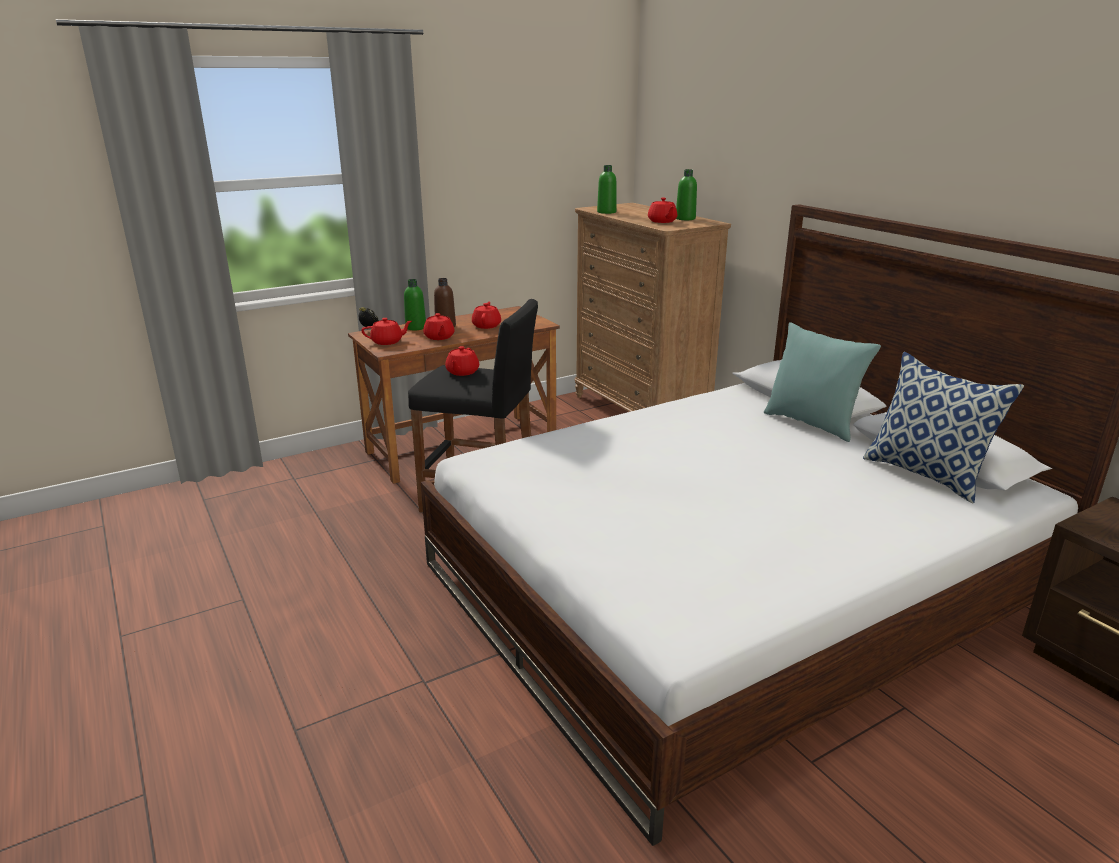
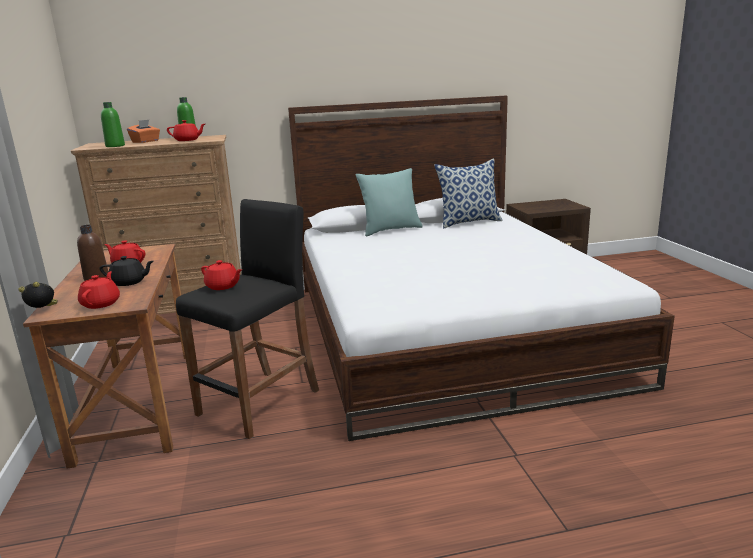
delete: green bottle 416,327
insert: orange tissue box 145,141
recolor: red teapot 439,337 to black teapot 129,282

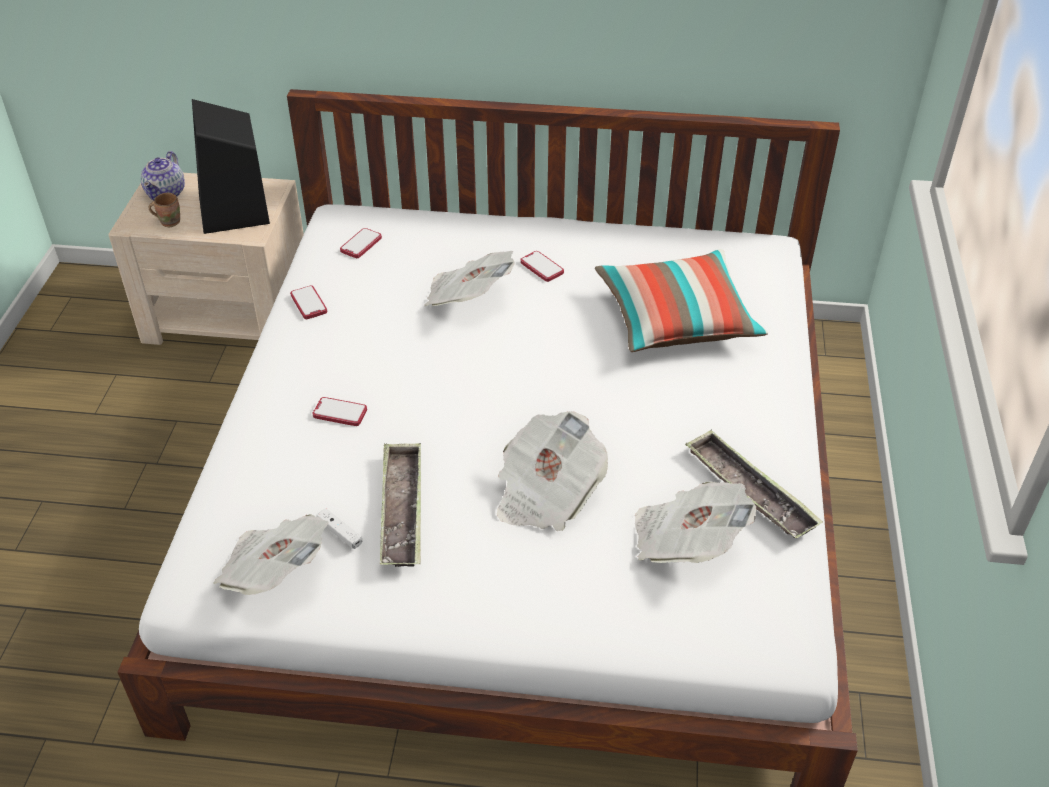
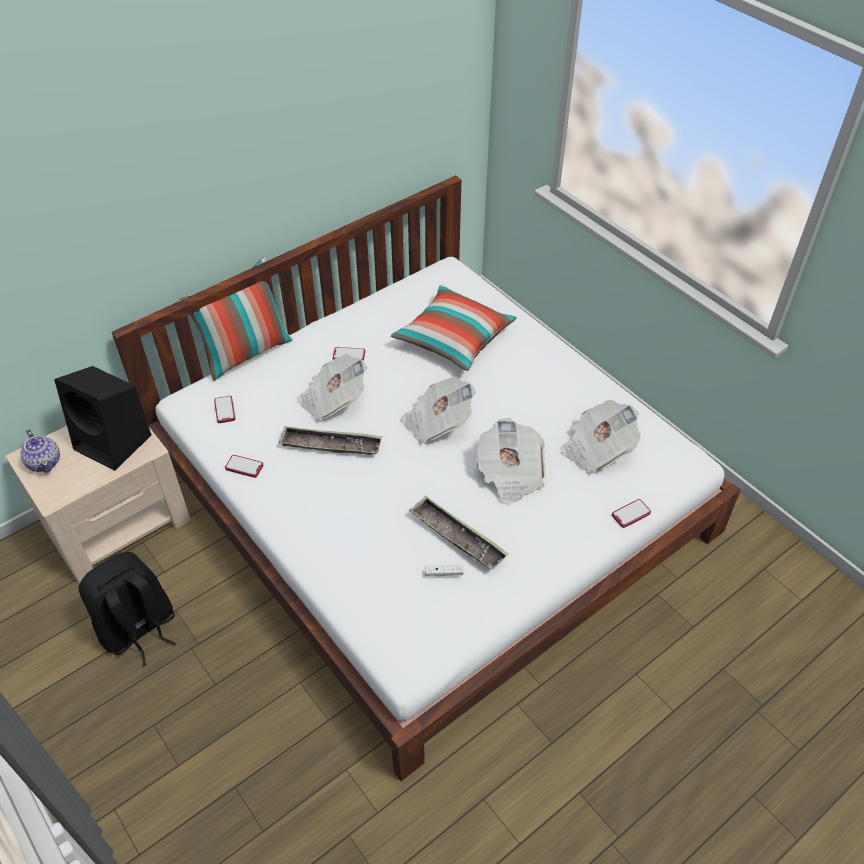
delete: brown mug 169,221
insert: black backpack 138,629; pillow 246,352
move: newspaper 275,572 to 437,422; phone 340,413 to 631,514; tray 749,490 to 331,445

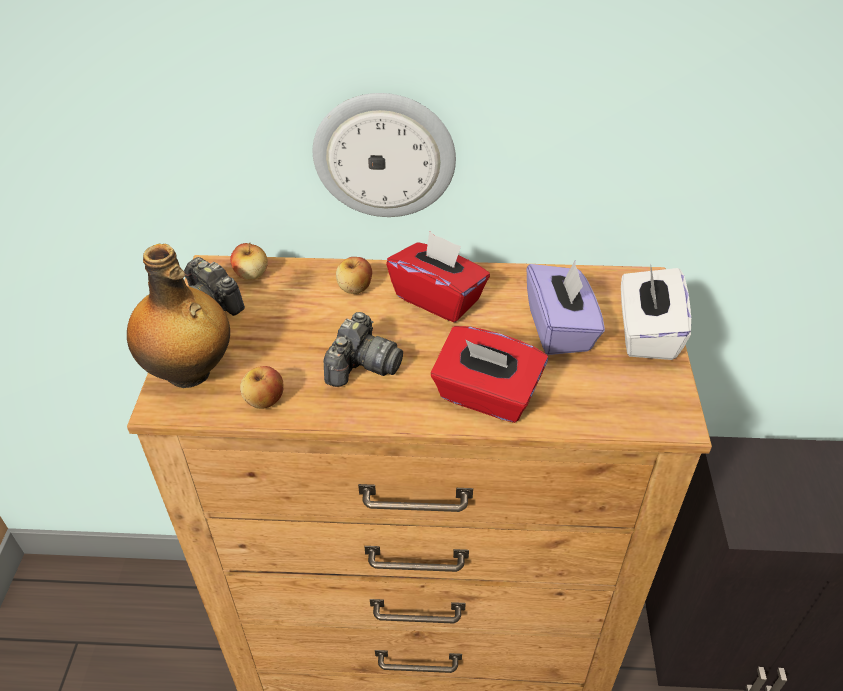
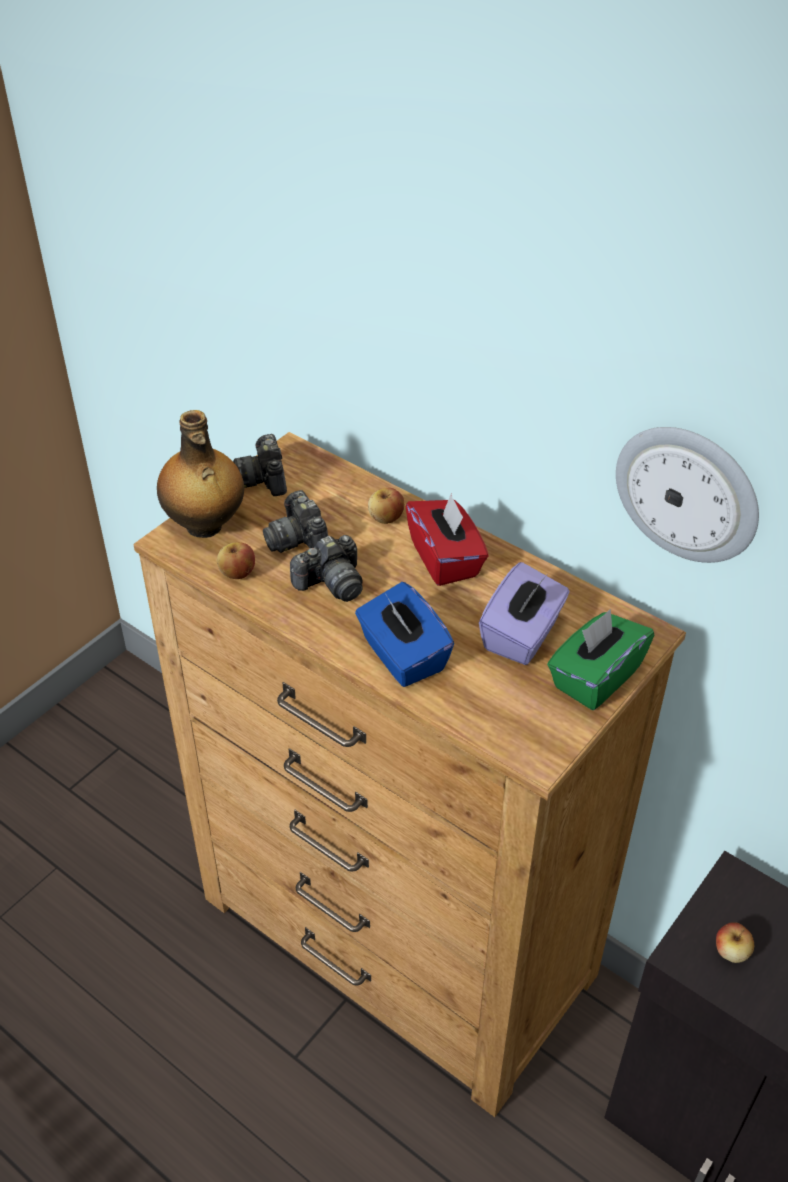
insert: photo camera 298,539
move: apple 251,274 to 731,952; wall clock 384,155 to 688,493
recolor: red tissue box 486,396 to blue tissue box 402,656; white tissue box 646,333 to green tissue box 595,678

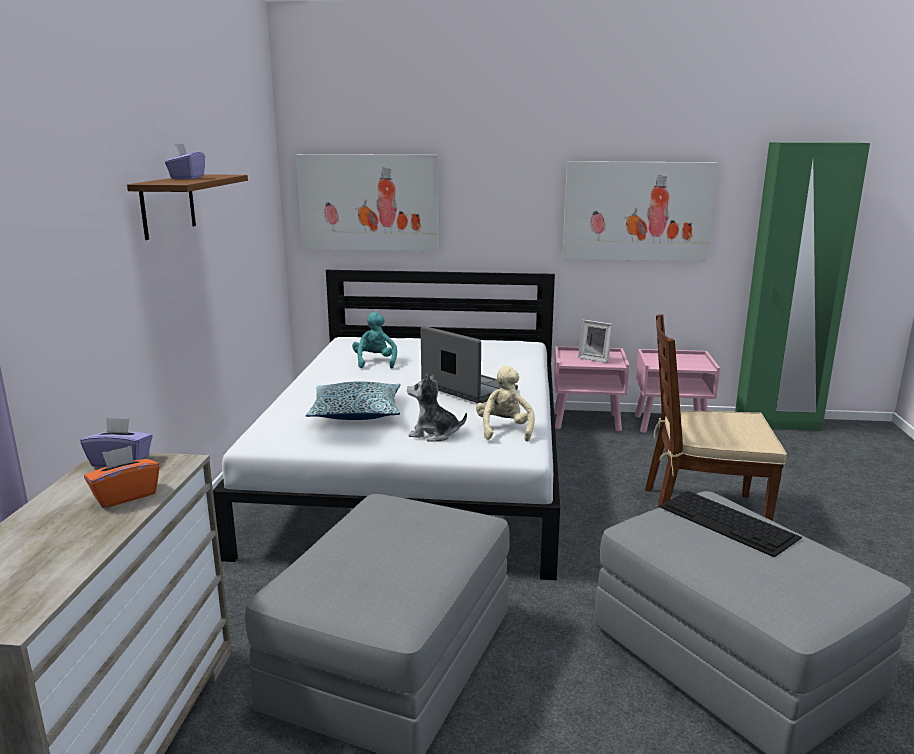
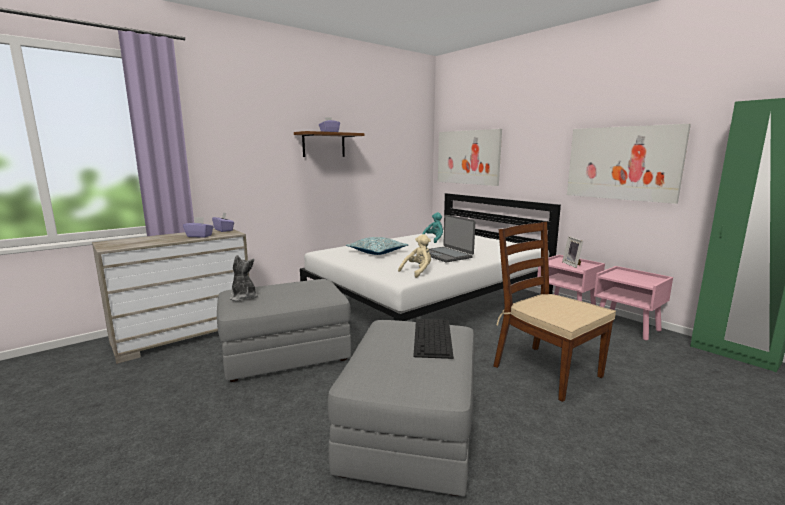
move: plush toy 434,434 to 243,297
recolor: orange tissue box 125,496 to purple tissue box 199,236
rotate: laptop 468,388 = 445,255 150 degrees clockwise

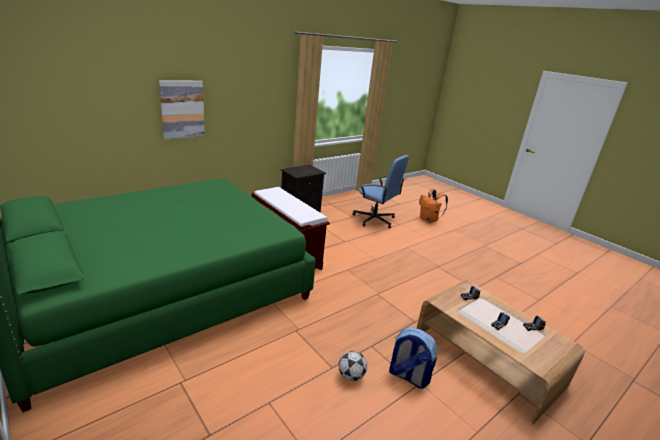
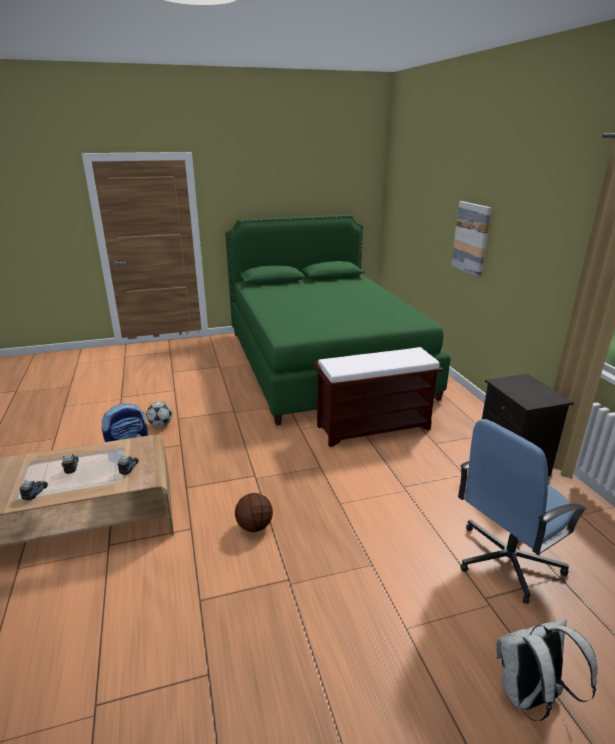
insert: basketball 254,526
recolor: orange backpack 429,220 to white backpack 529,697

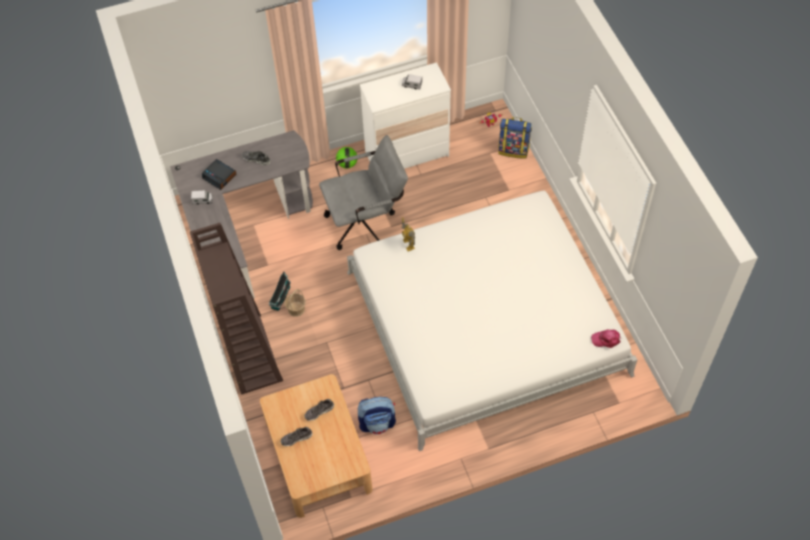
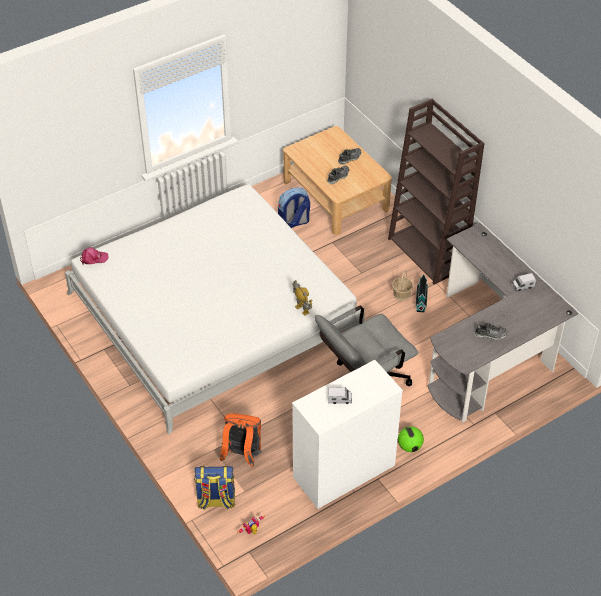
delete: alarm clock 220,176
insert: orange backpack 242,455

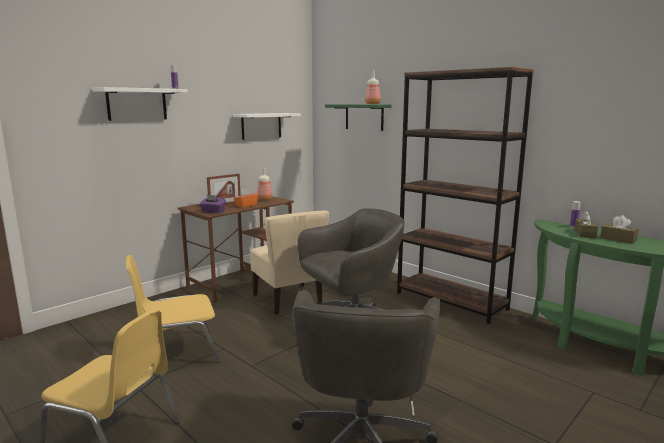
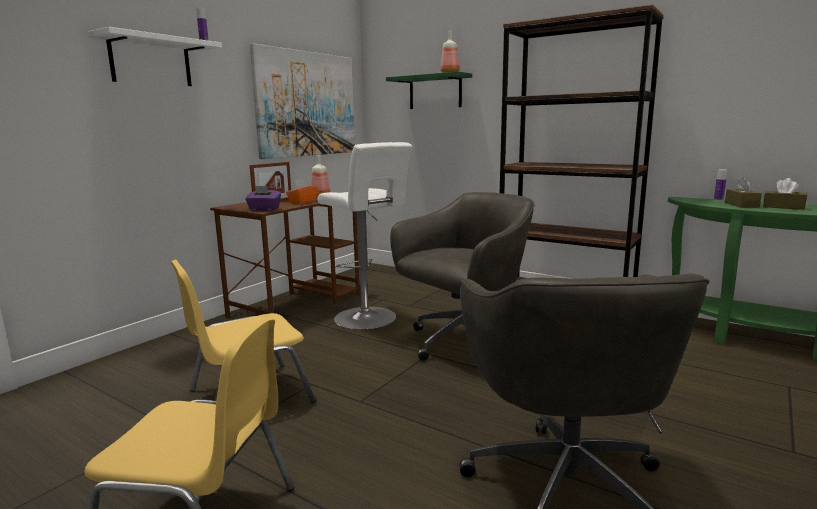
replace: white shelf 261,126 to picture 307,104; beige chair 288,299 to white stool 368,319

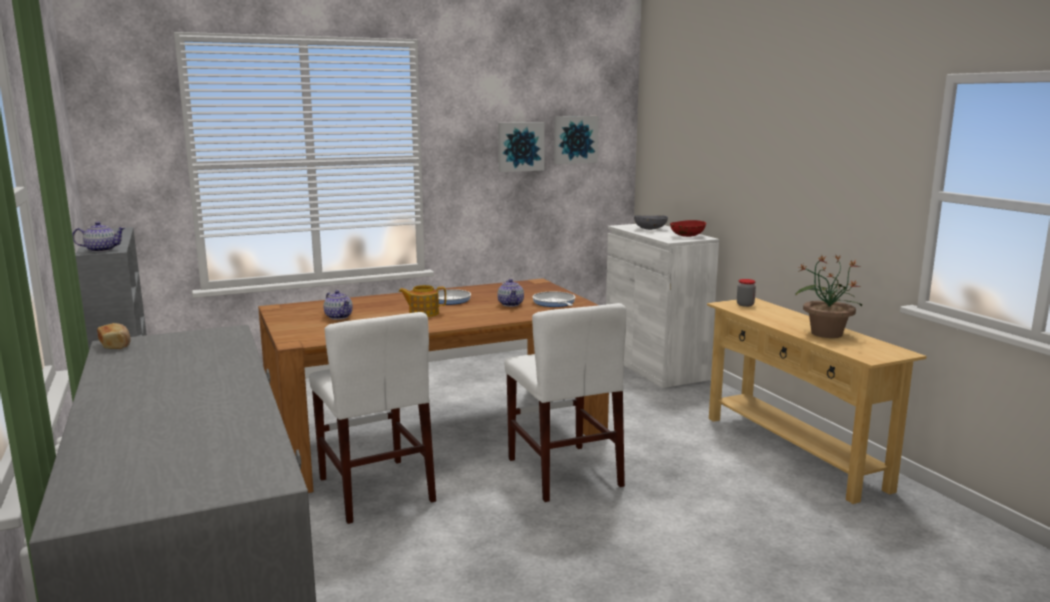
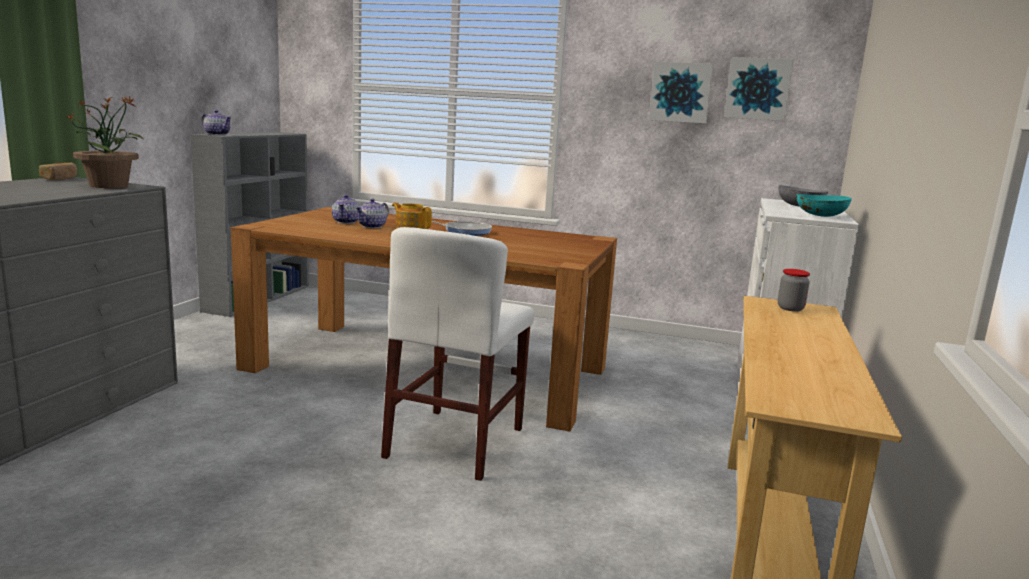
delete: white chair 375,489; frying pan 554,303
move: teapot 511,304 to 372,226; potted plant 825,333 to 110,186
recolor: red bowl 687,236 to turquoise bowl 820,216

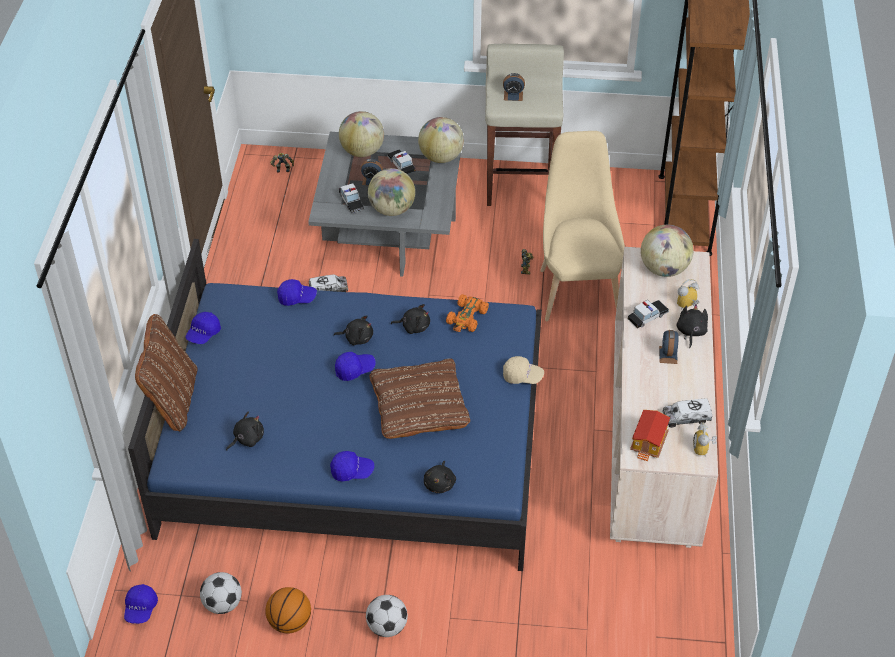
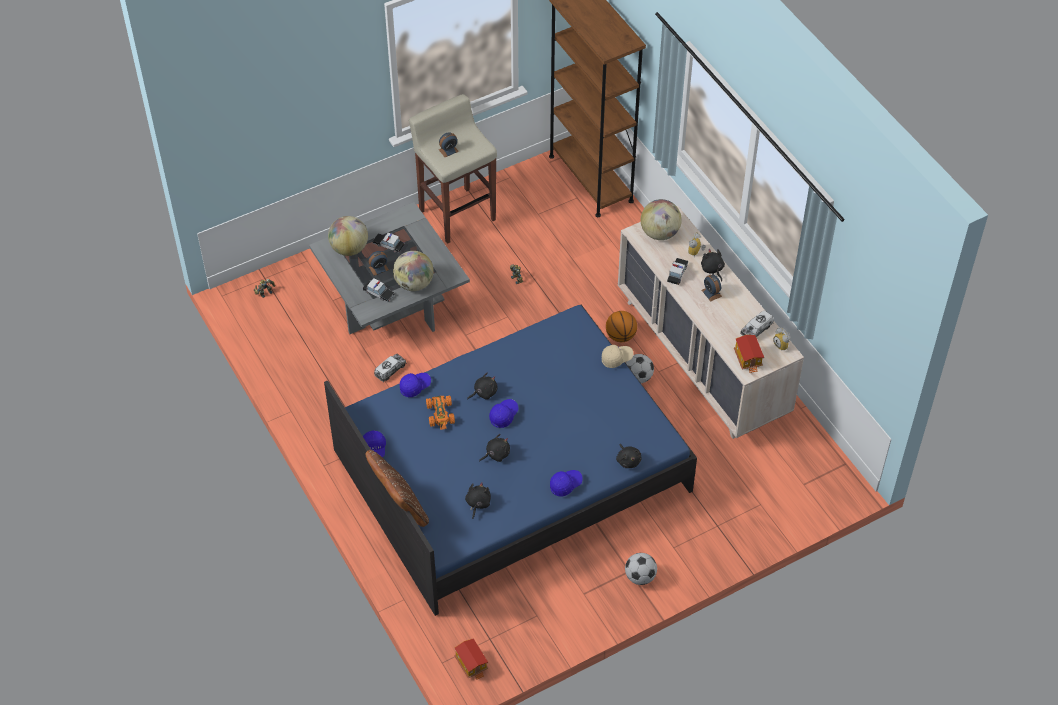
delete: brown pillow 419,404; globe 441,157; beige chair 577,288
move: football 223,604 to 638,377; basketball 289,622 to 620,336; black plush toy 414,326 to 496,454; orange toy car 467,318 to 440,414
replace: blue cap 141,609 to toy house 472,663

